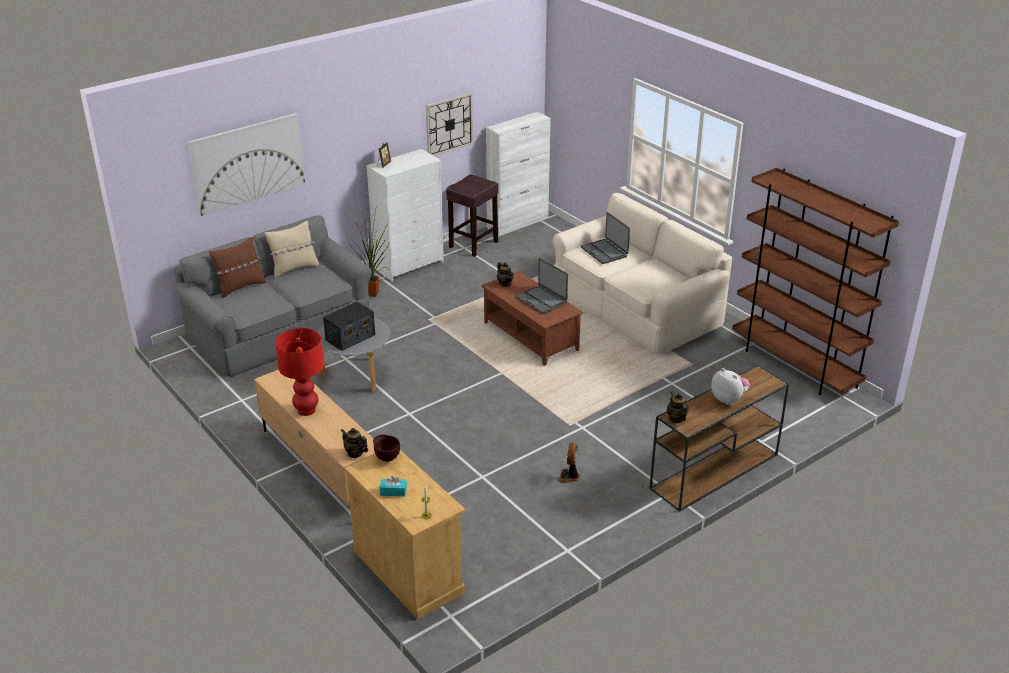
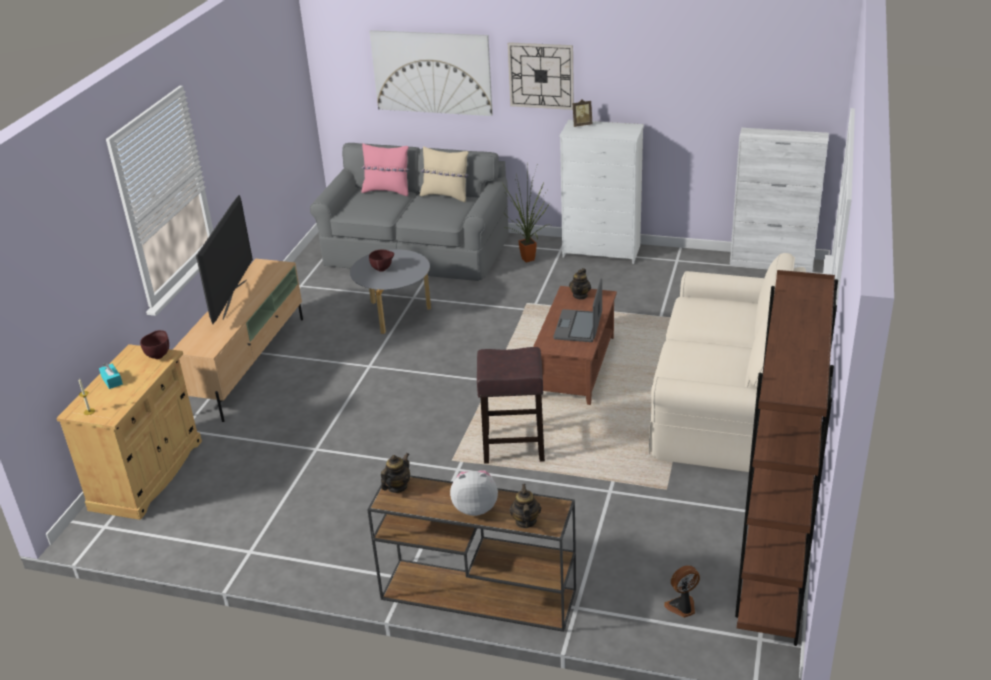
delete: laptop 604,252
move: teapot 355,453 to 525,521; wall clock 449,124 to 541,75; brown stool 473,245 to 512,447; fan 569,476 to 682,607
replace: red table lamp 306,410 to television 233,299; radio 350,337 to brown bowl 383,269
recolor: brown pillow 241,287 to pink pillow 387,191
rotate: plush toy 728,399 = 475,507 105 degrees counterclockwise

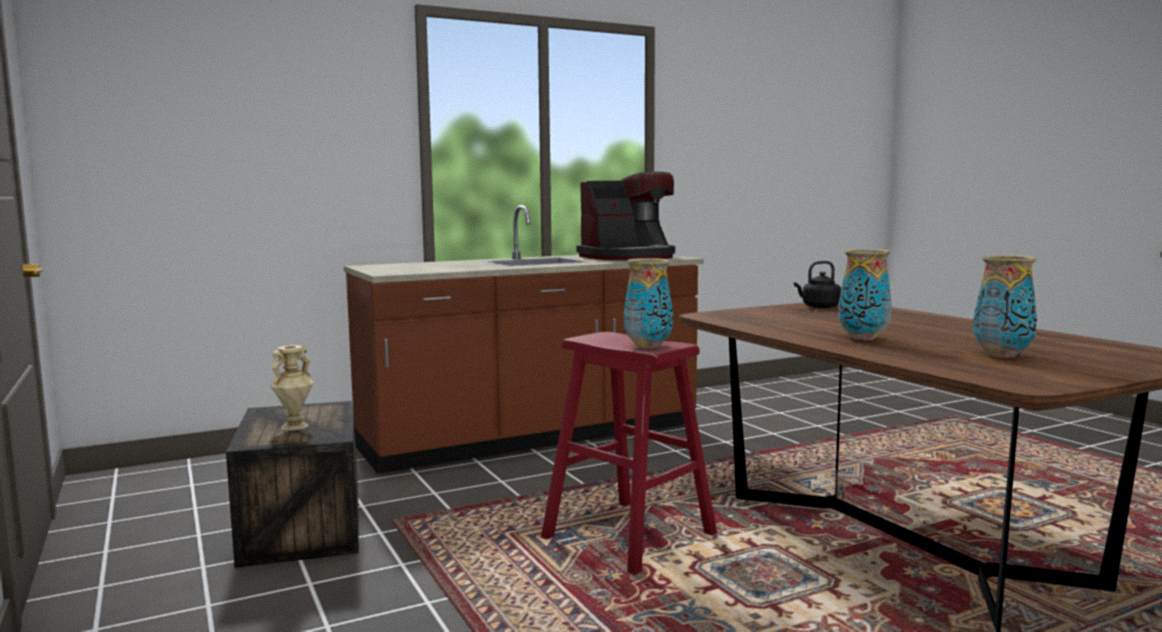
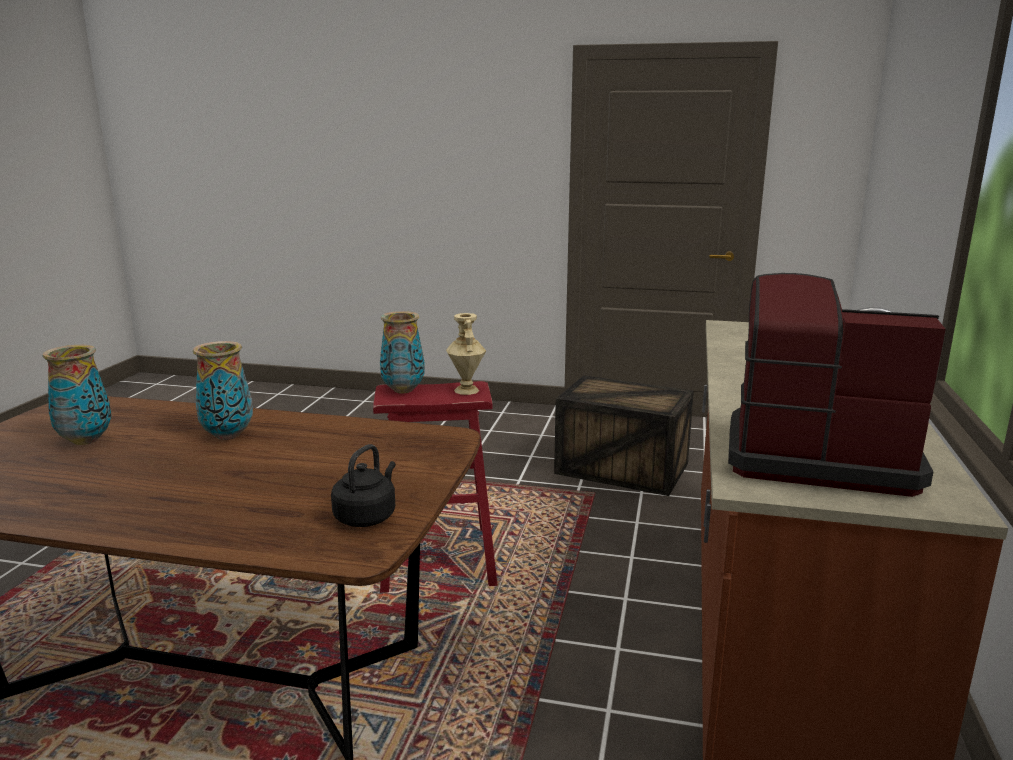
move: beige vase 295,426 to 466,390
rotate: coffee machine 629,257 = 815,456 90 degrees clockwise

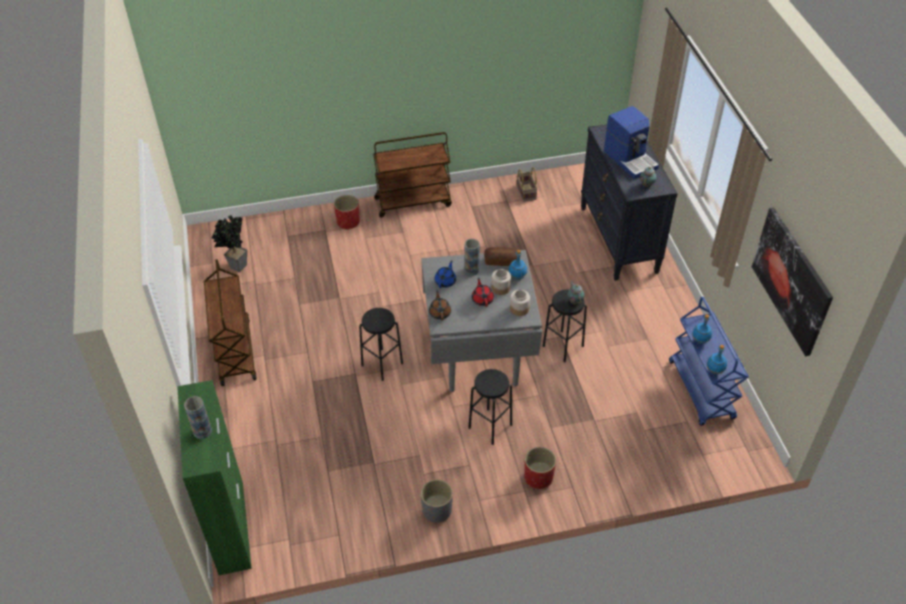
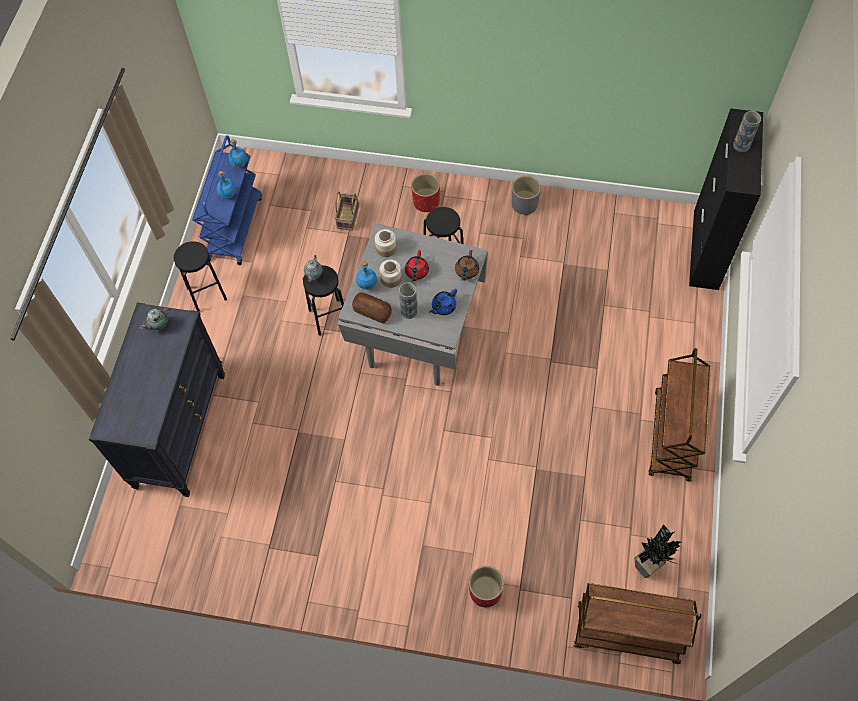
delete: coffee machine 630,159; picture 791,280
move: black stool 382,364 to 207,294; brown cart 413,201 to 626,634; basket 525,192 to 348,218
recolor: green cabinet 231,526 to black cabinet 705,250

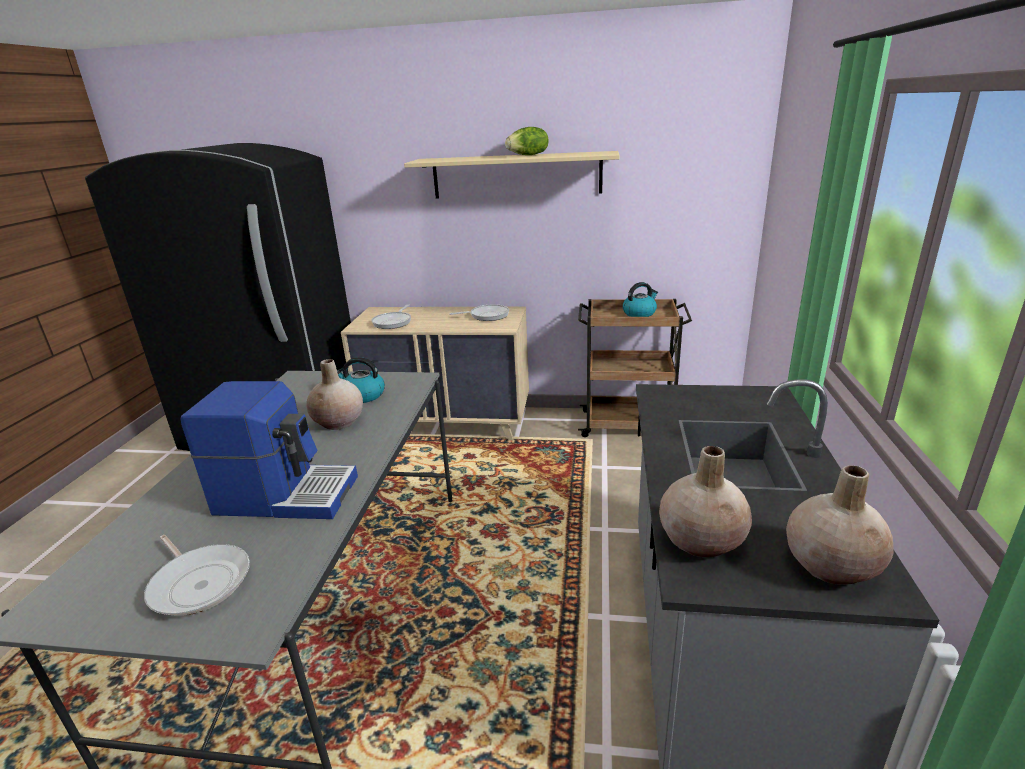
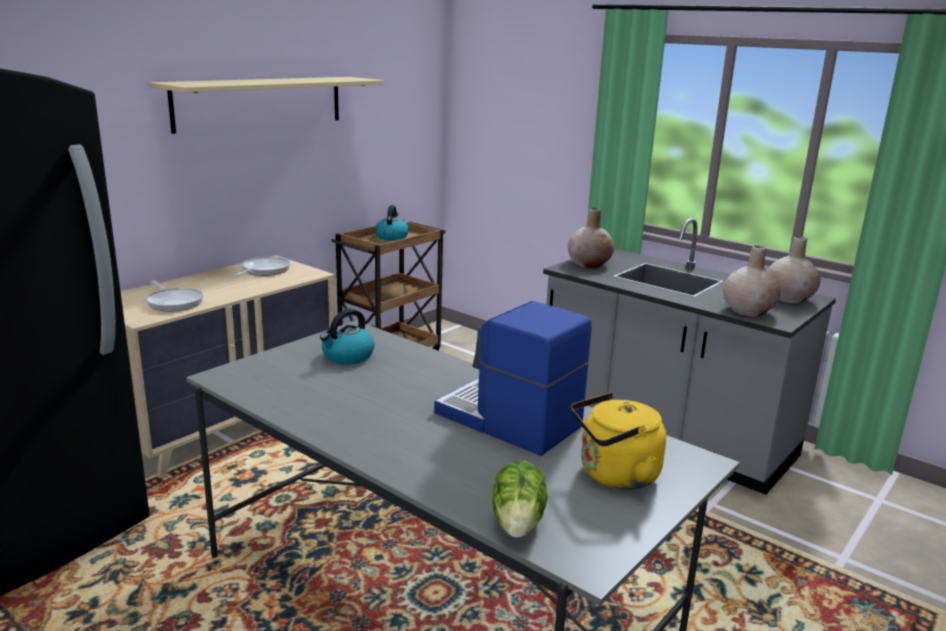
move: beige vase 339,422 to 589,264; lettuce 528,155 to 519,521
replace: frying pan 199,582 to yellow kettle 614,475
rotate: coffee machine 286,494 = 508,421 90 degrees counterclockwise

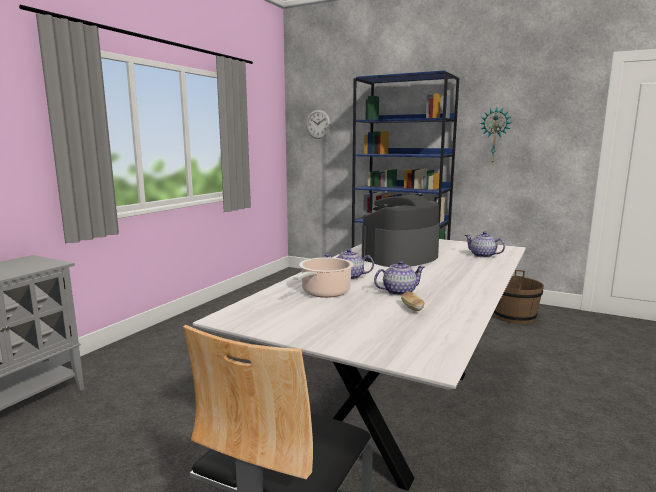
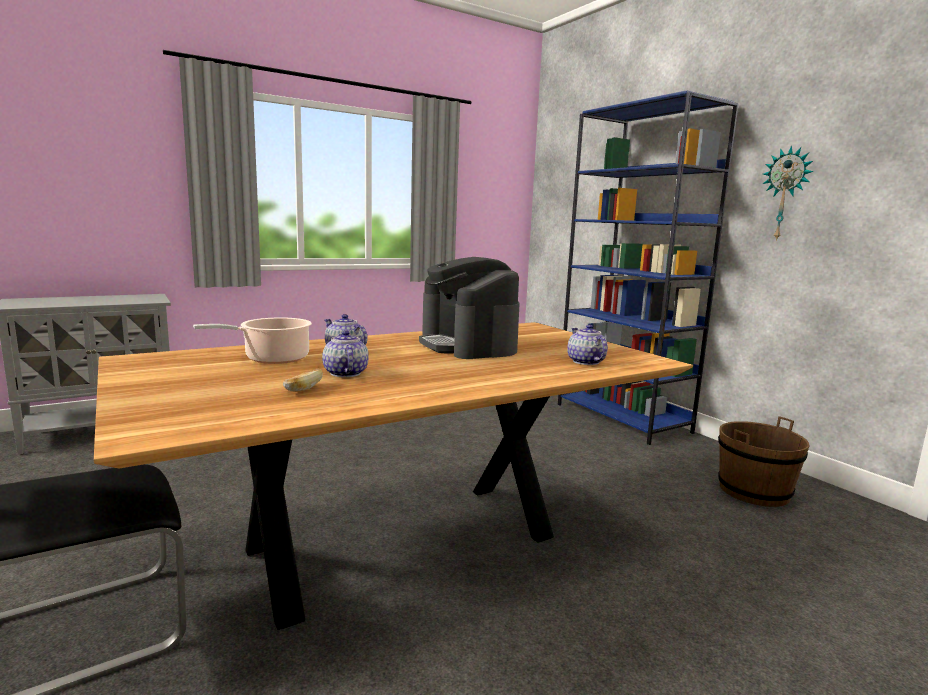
delete: wall clock 318,124
recolor: white dining table 398,407 to brown dining table 407,543
rotate: coffee machine 400,257 = 468,345 105 degrees counterclockwise; teapot 398,292 = 345,373 120 degrees counterclockwise

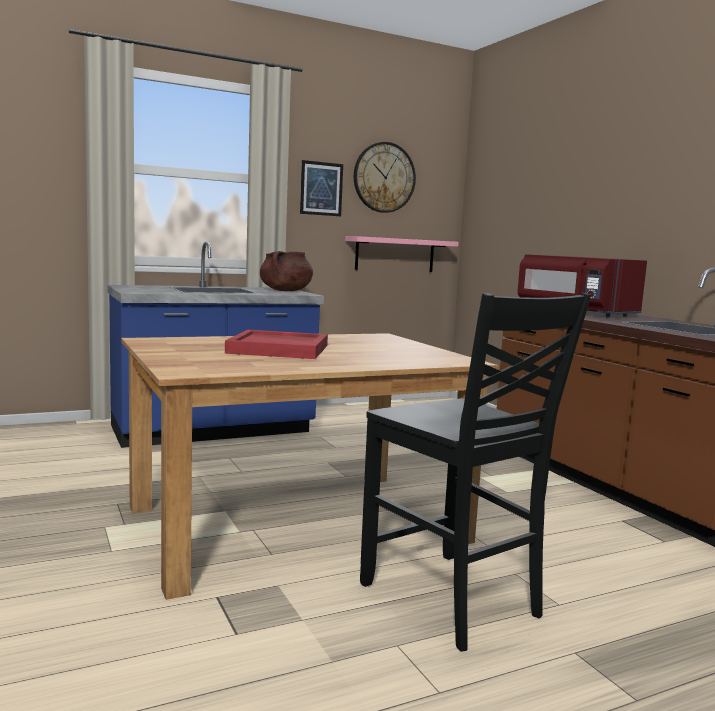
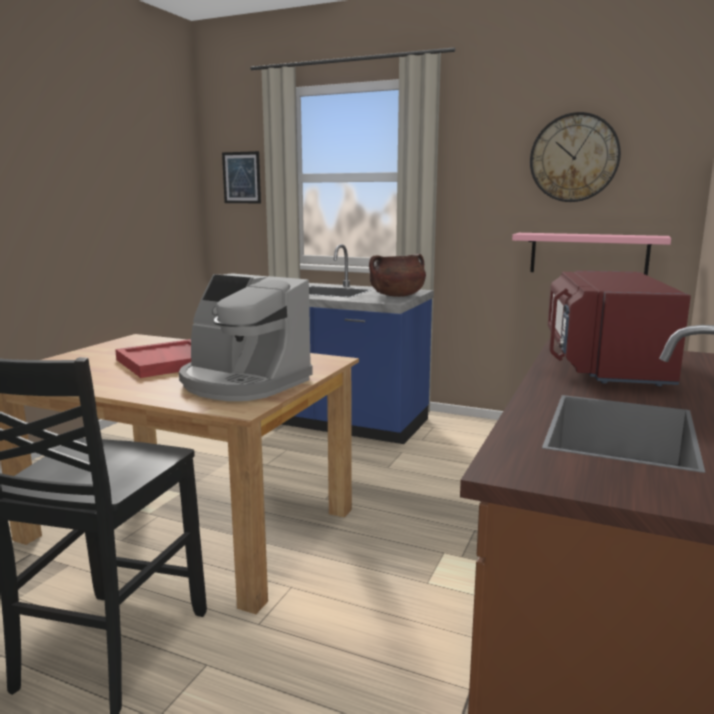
insert: coffee machine 242,383
move: picture 321,188 to 241,177

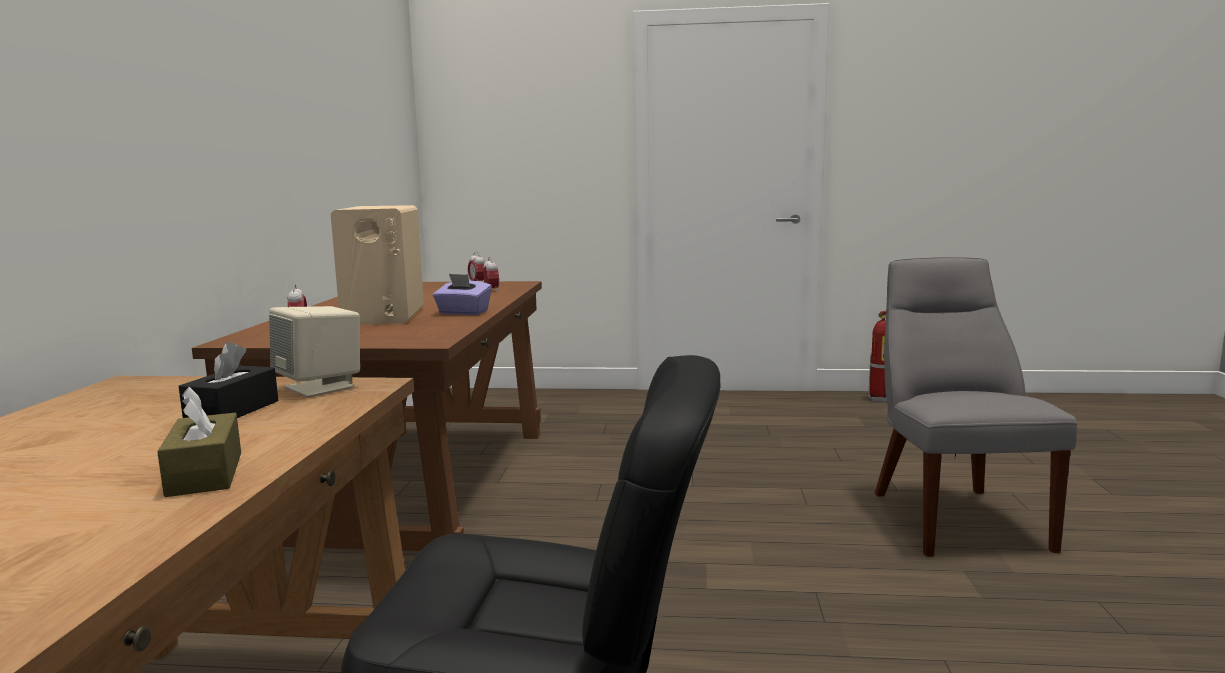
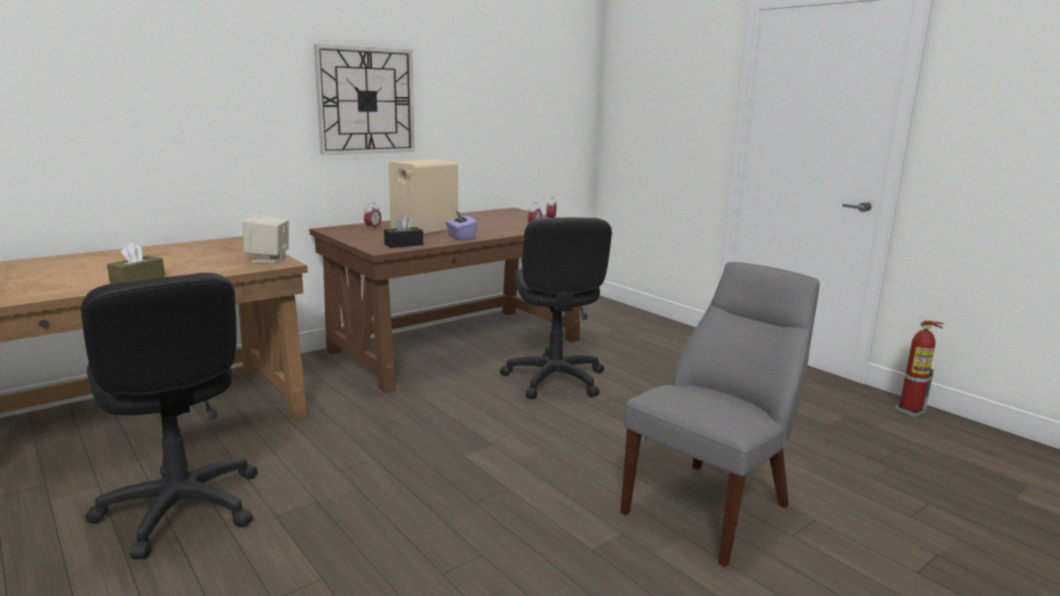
insert: wall clock 366,101; black office chair 554,379
move: black tissue box 232,411 to 403,244

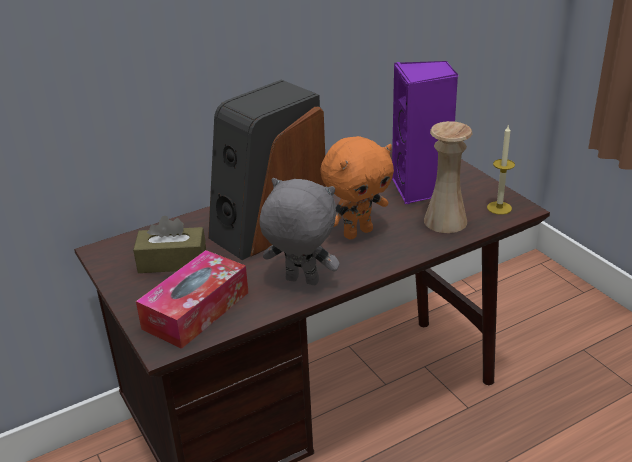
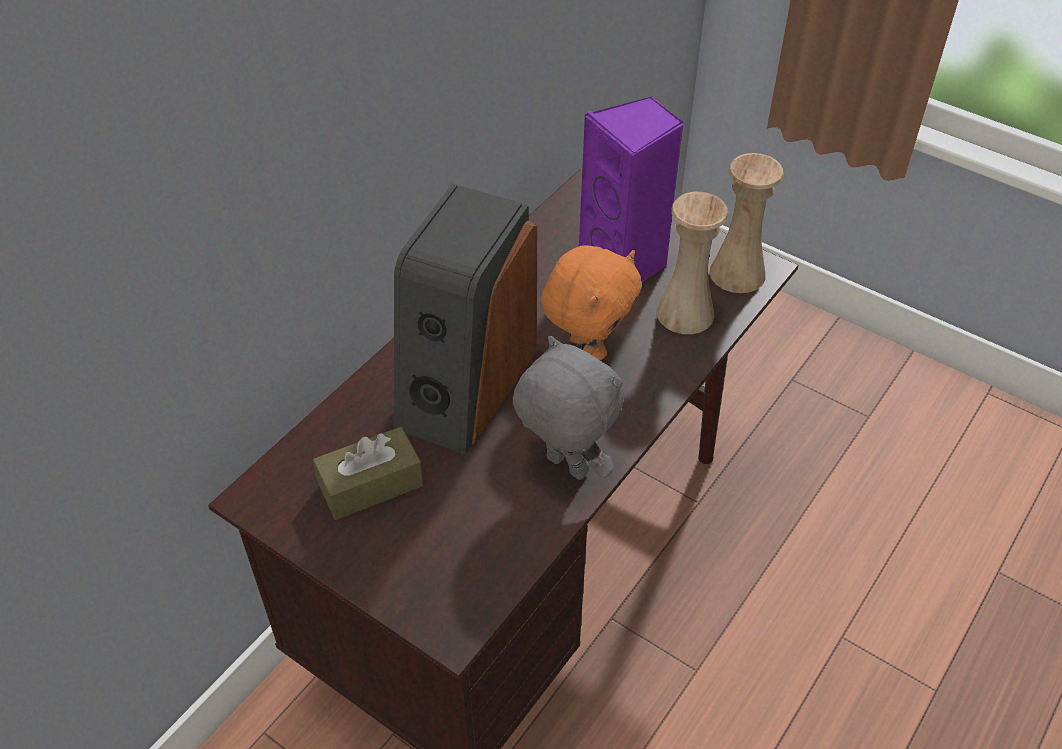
delete: tissue box 196,310
replace: candle 499,208 to beige vase 737,273
rotate: grey plush toy 301,282 = 564,467 45 degrees clockwise

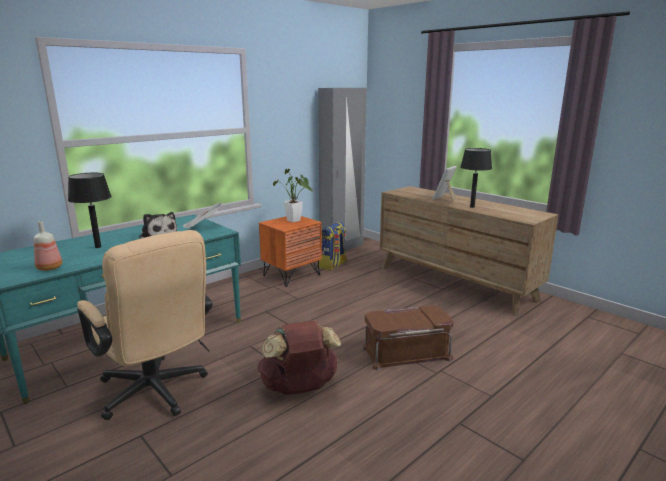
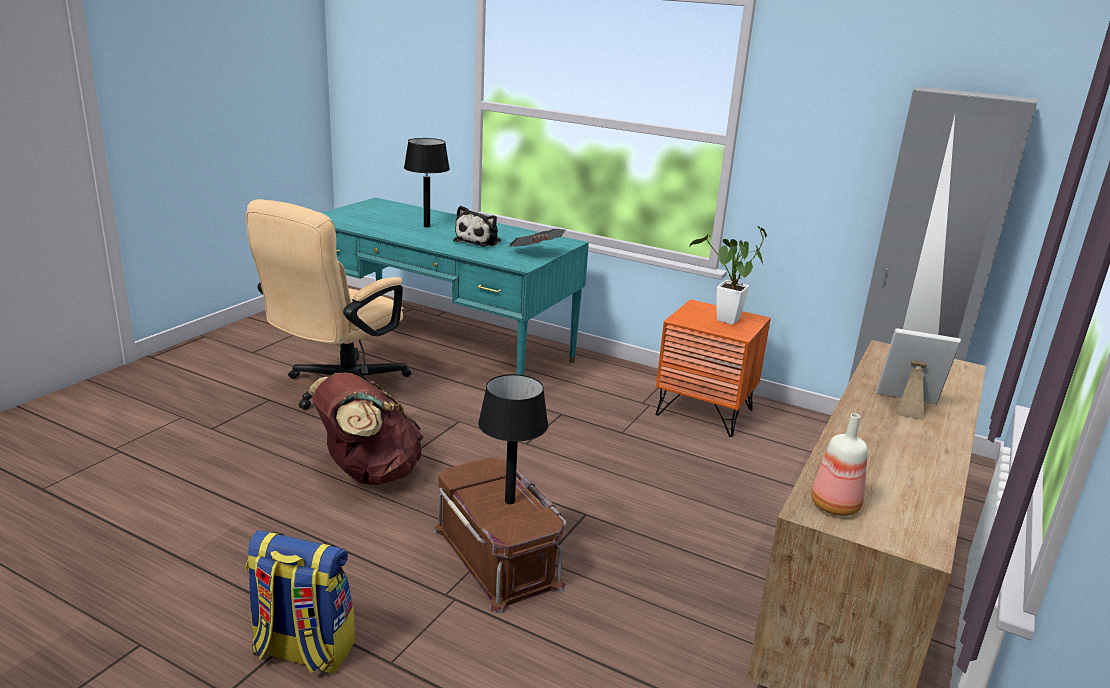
move: bottle 50,268 to 835,507; backpack 333,265 to 302,650; black table lamp 472,207 to 509,501

